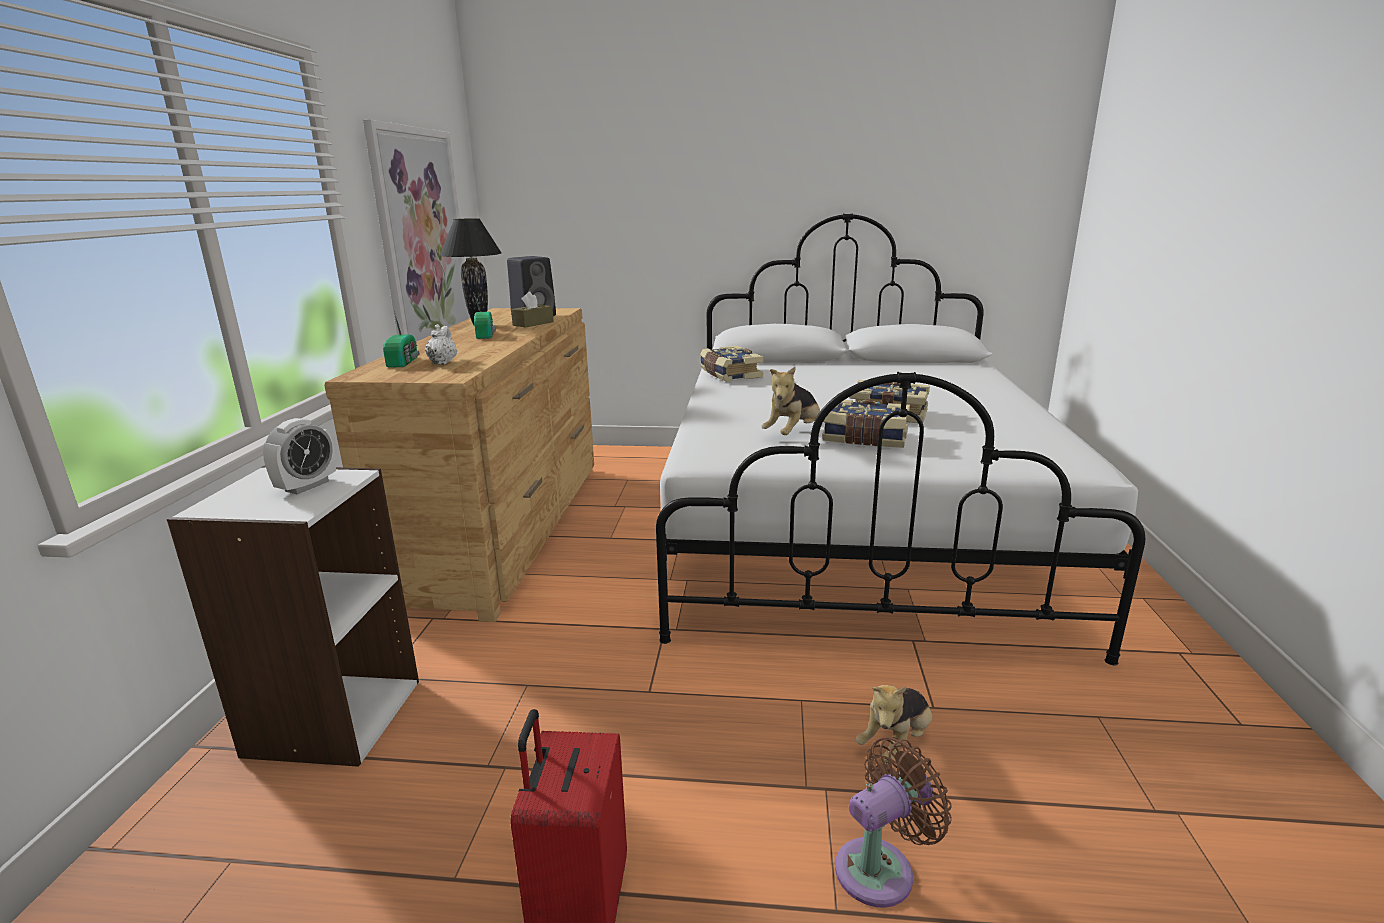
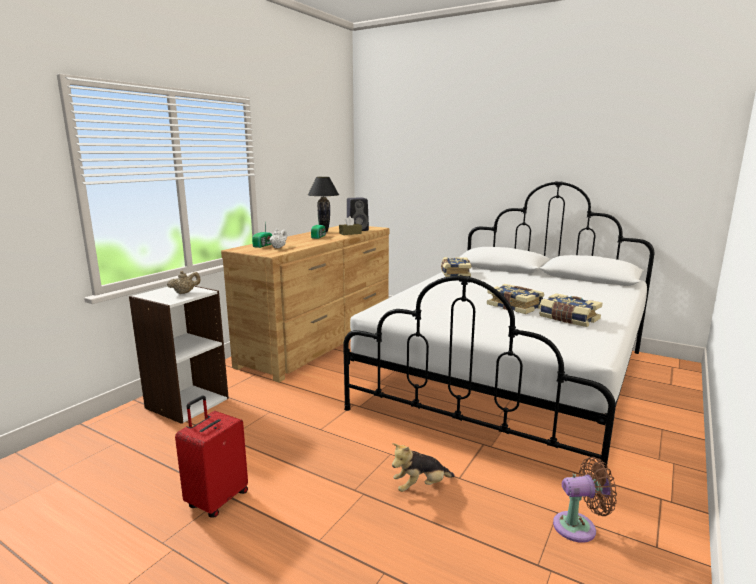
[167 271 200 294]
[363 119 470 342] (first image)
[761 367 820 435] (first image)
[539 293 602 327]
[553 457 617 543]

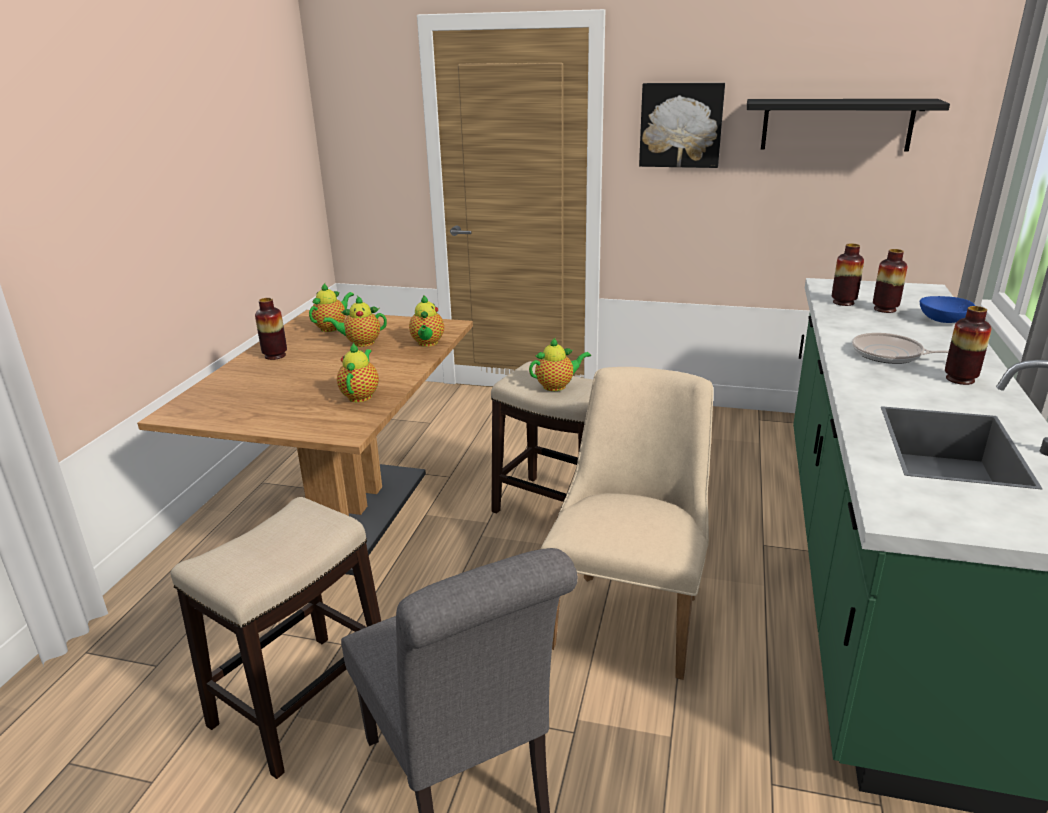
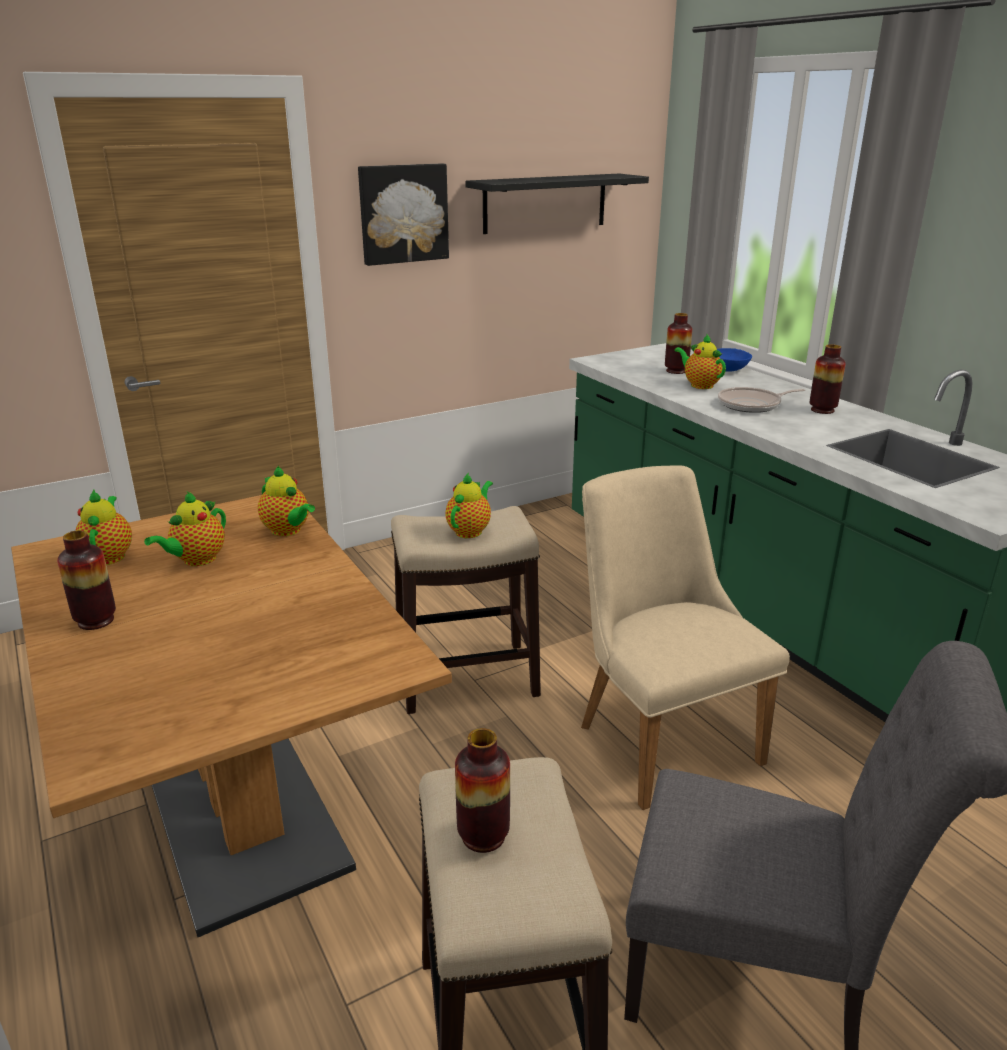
[674 334 726 389]
[455 728 510 853]

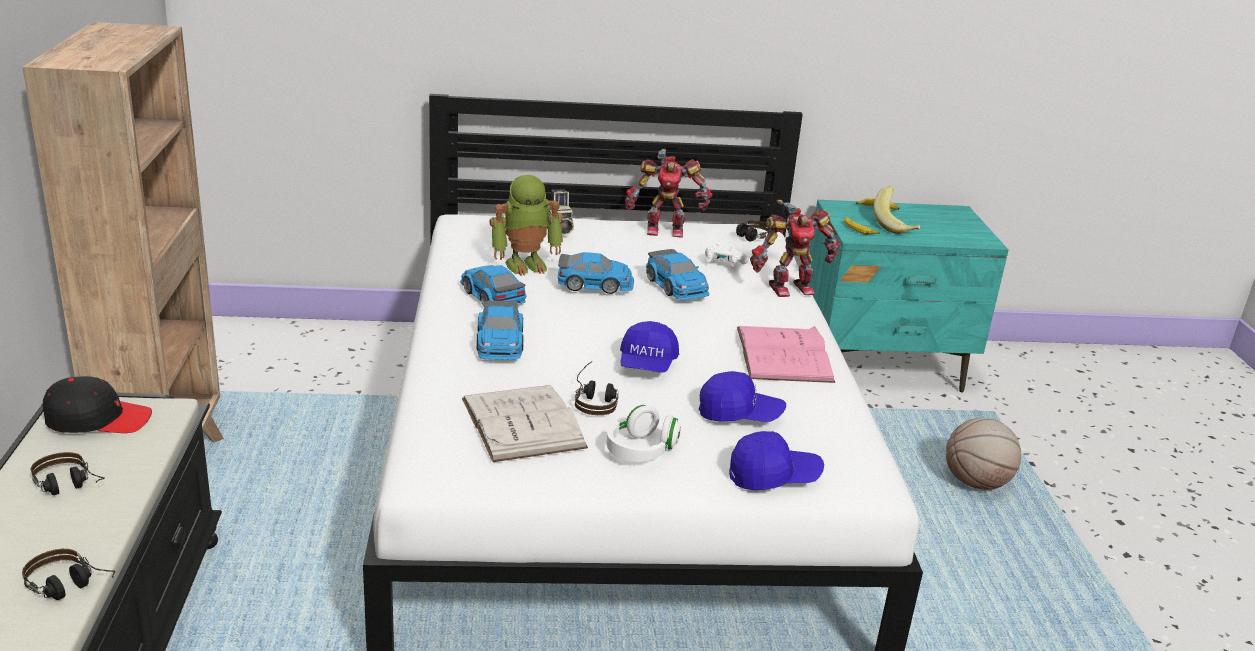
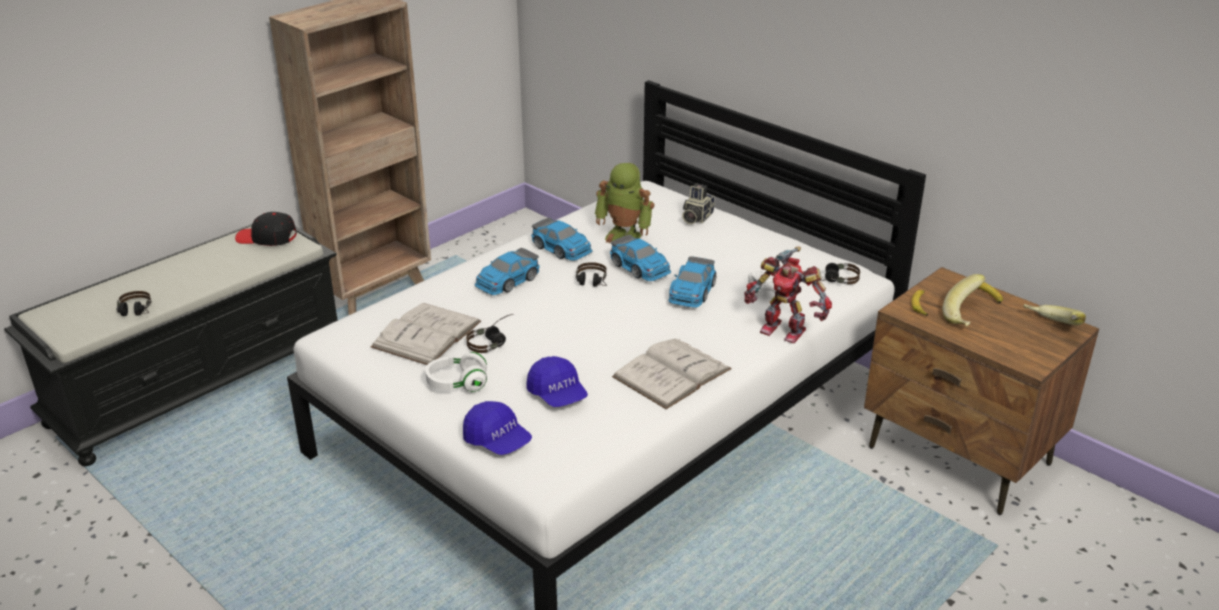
[576 262 607 287]
[235 212 297 246]
[531 218 593 261]
[620 321 679 372] (first image)
[625 149 713 238] (first image)
[612 338 732 409]
[864 267 1099 515]
[946 417 1021 490] (first image)
[1023 304 1086 325]

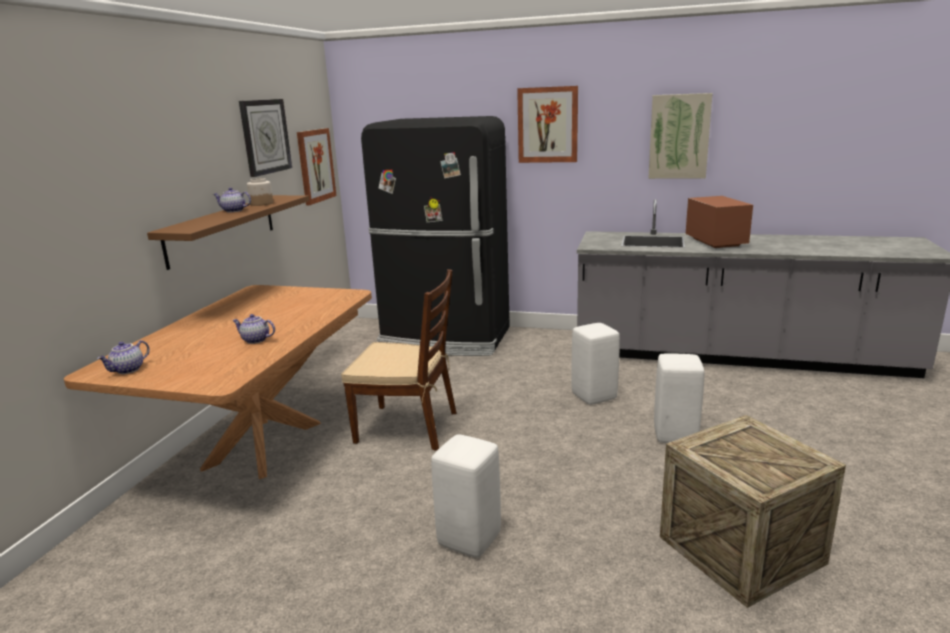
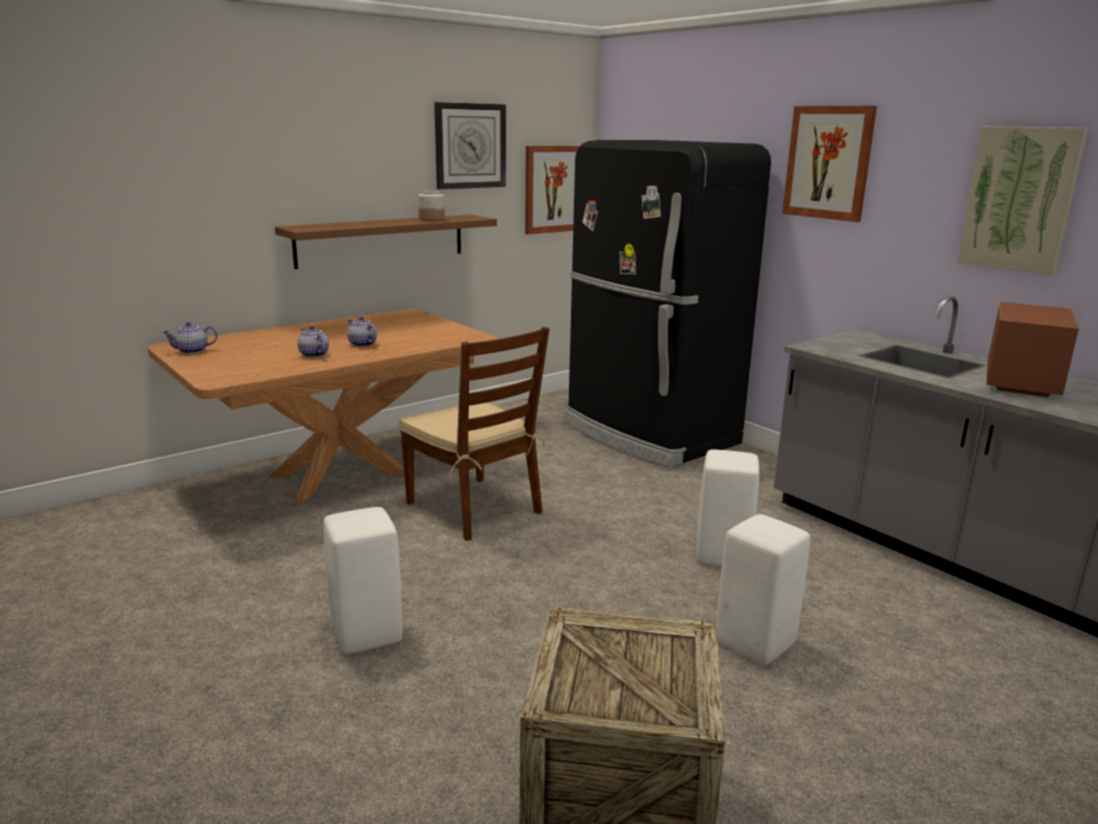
[347 317 377 347]

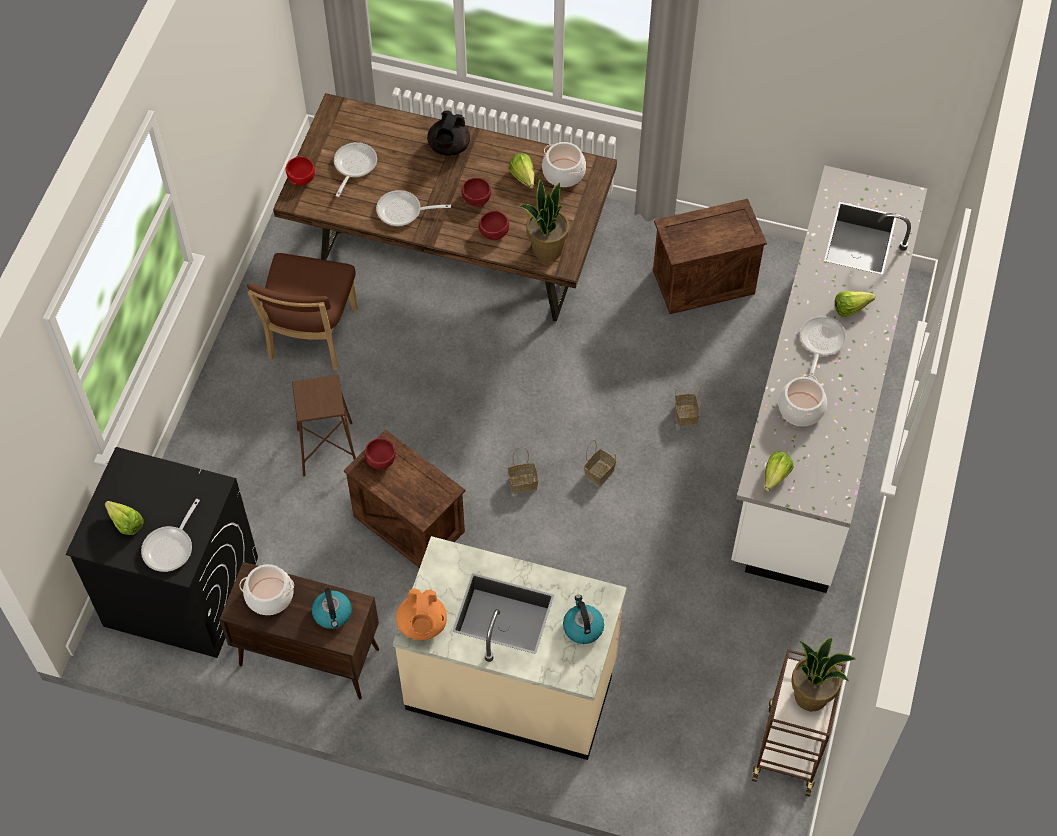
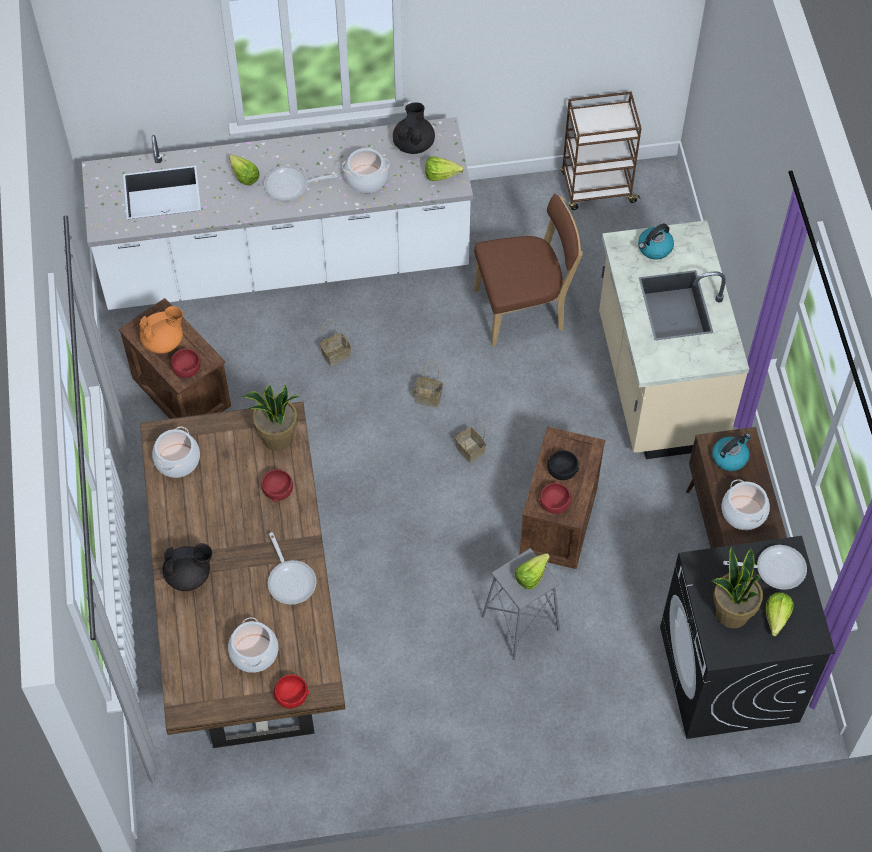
[474 194 583 346]
[482 548 560 660]
[228 617 278 673]
[139 306 183 354]
[171 349 201 378]
[515 553 550 589]
[711 547 763 628]
[393 102 435 154]
[547 450 579 480]

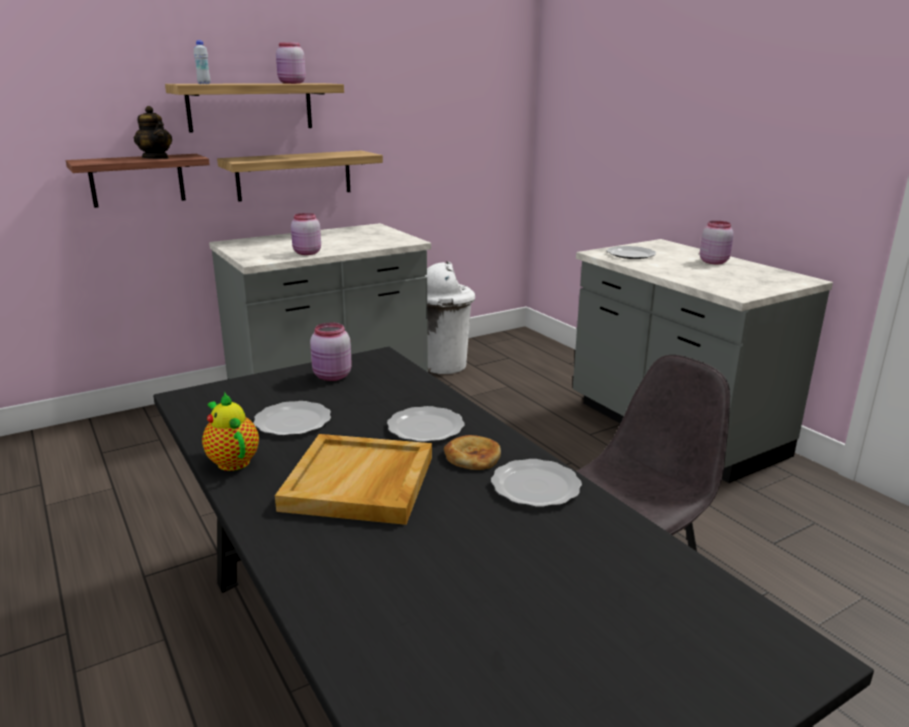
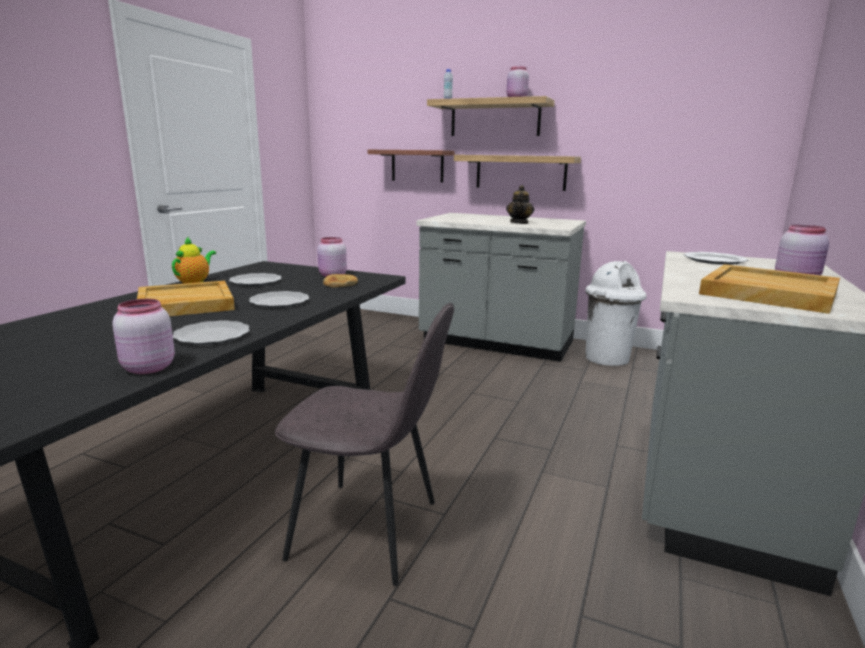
[506 185 534 224]
[113 299 175 374]
[323 274 358 288]
[699 264 840 314]

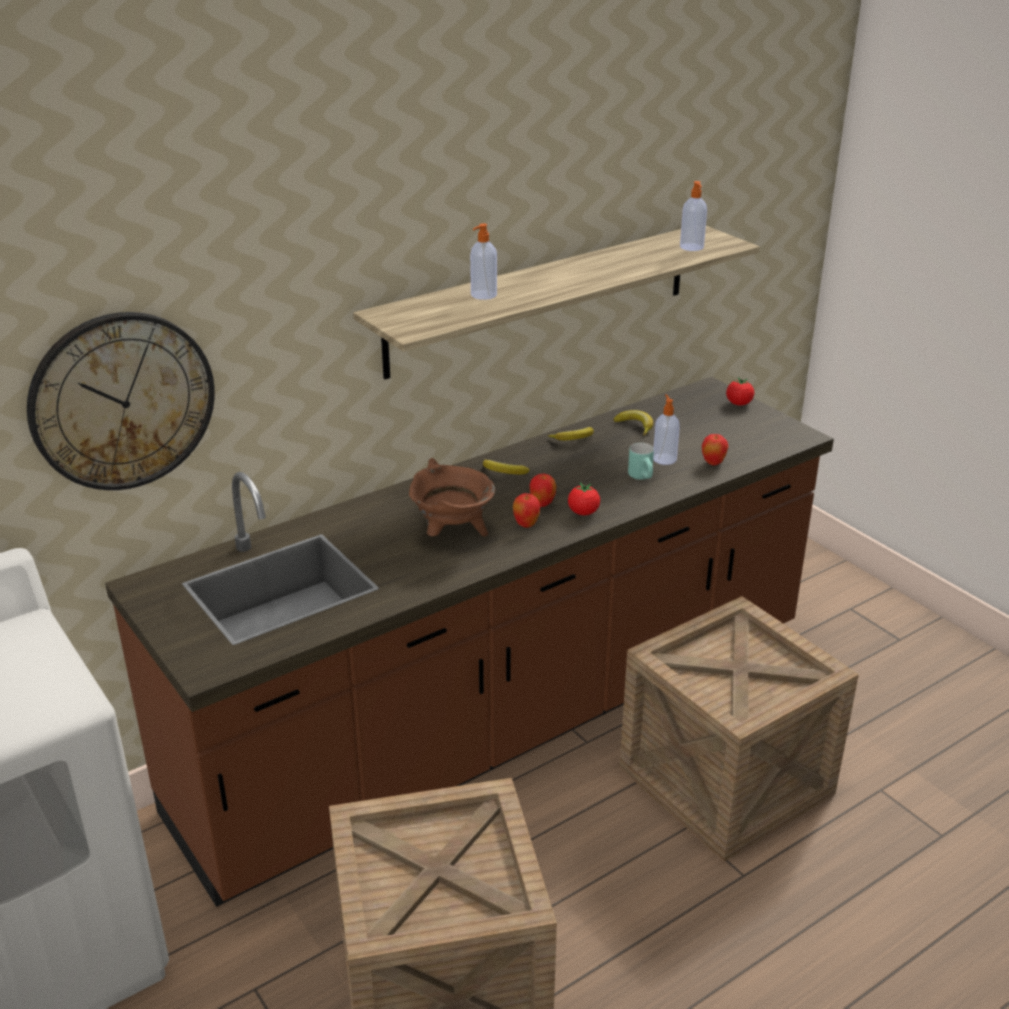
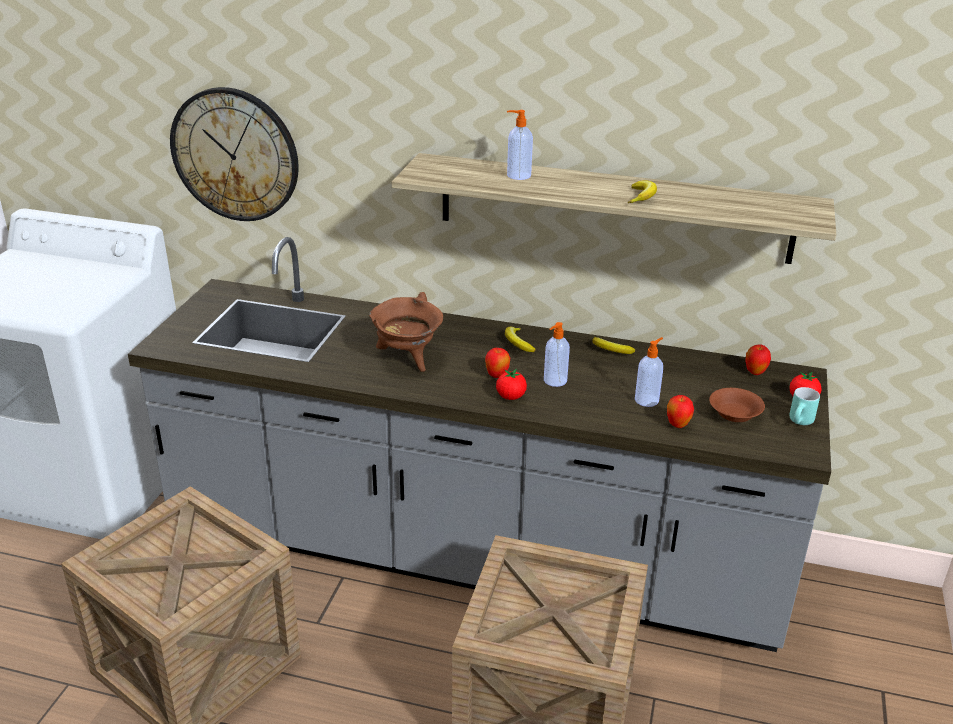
[128 237 831 652]
[746 345 771 375]
[628 180 657 203]
[789 387 820 425]
[544 322 570 387]
[709 388 765 422]

